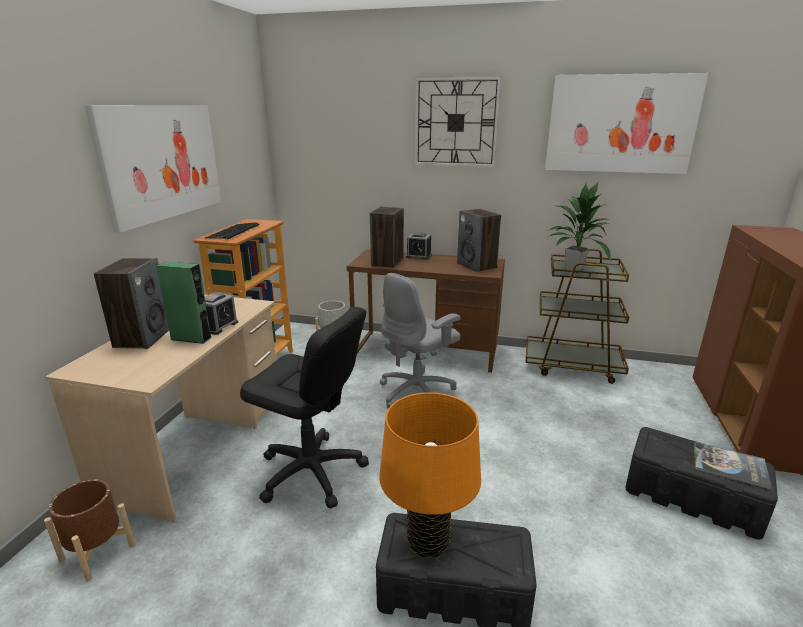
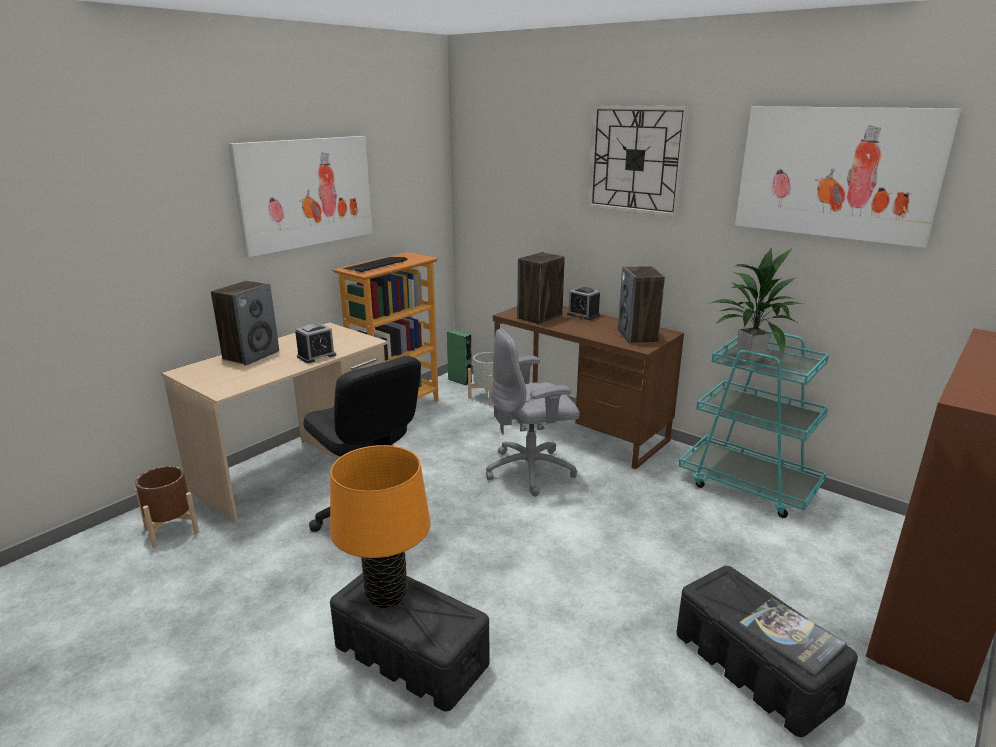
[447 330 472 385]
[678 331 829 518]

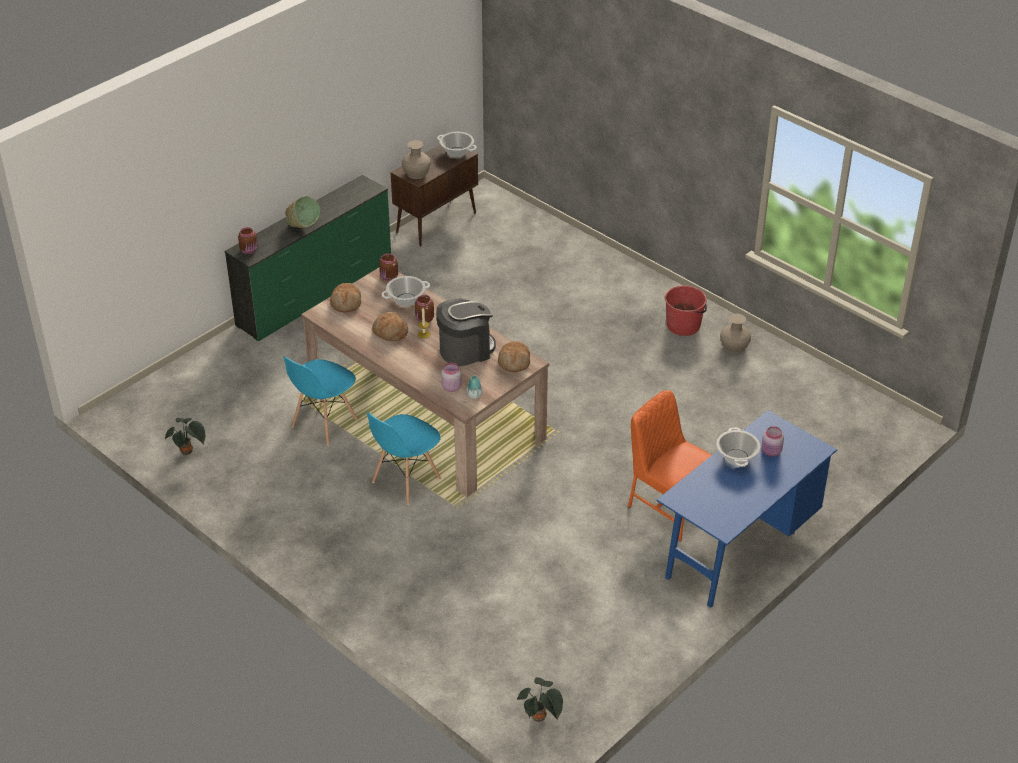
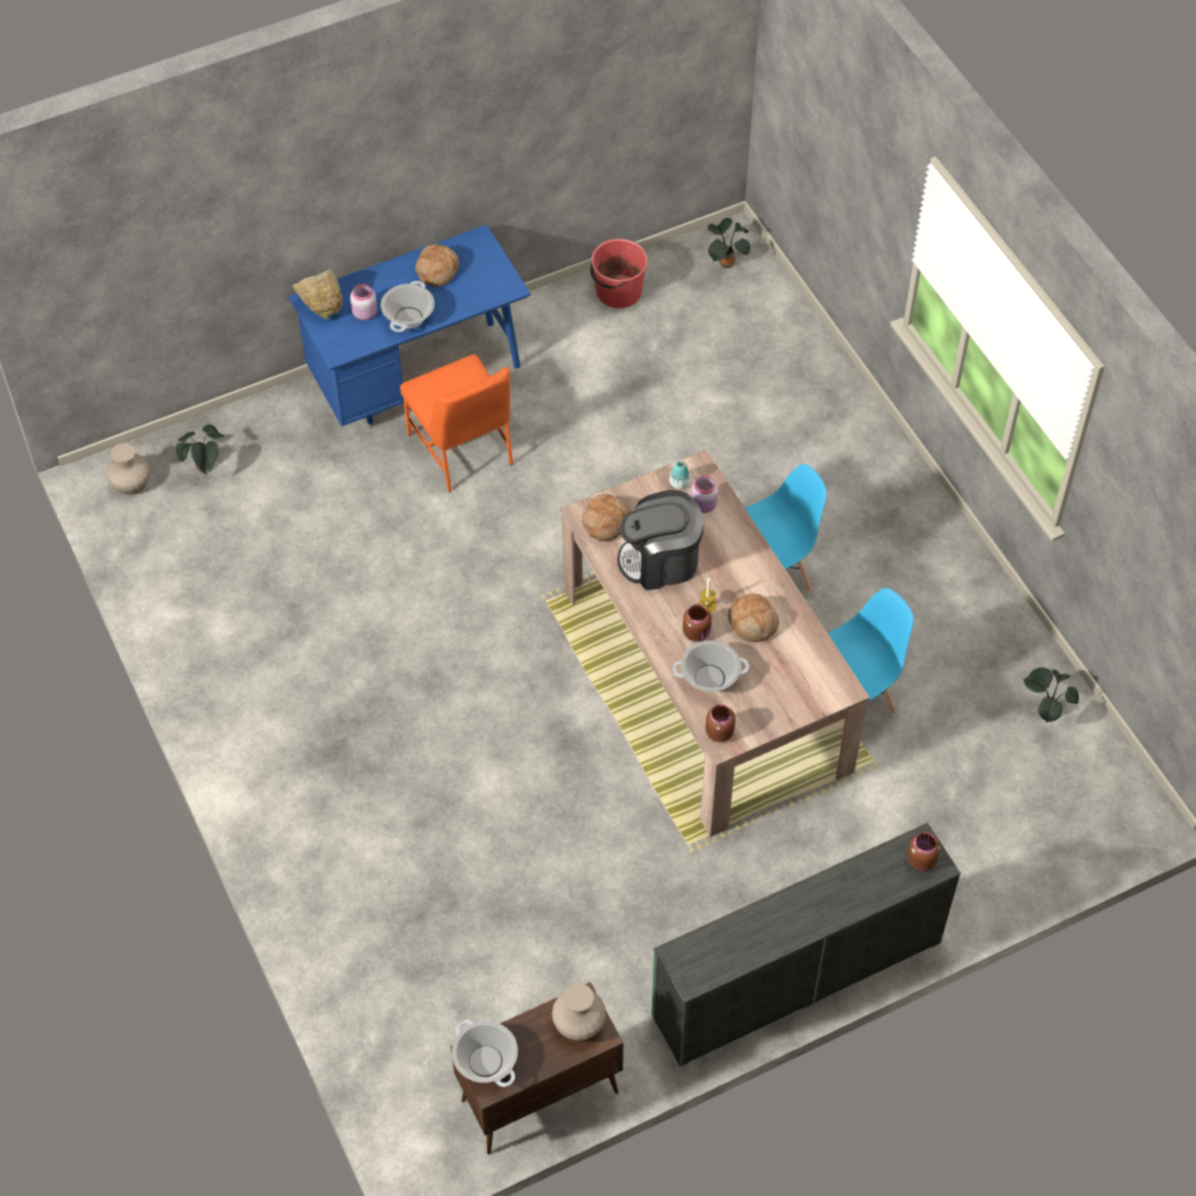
[292 269 343 319]
[415 244 459 287]
[590 239 648 308]
[106 443 150 496]
[176 425 224 476]

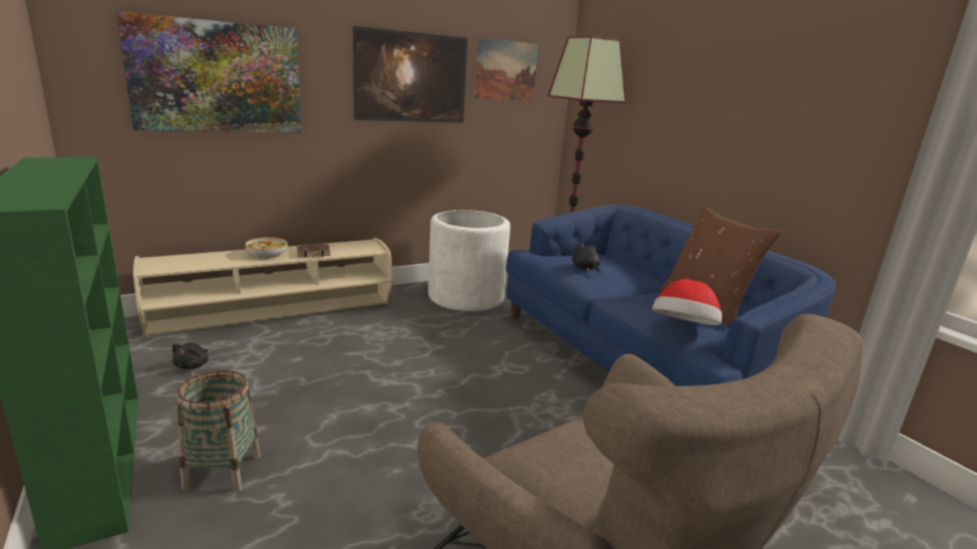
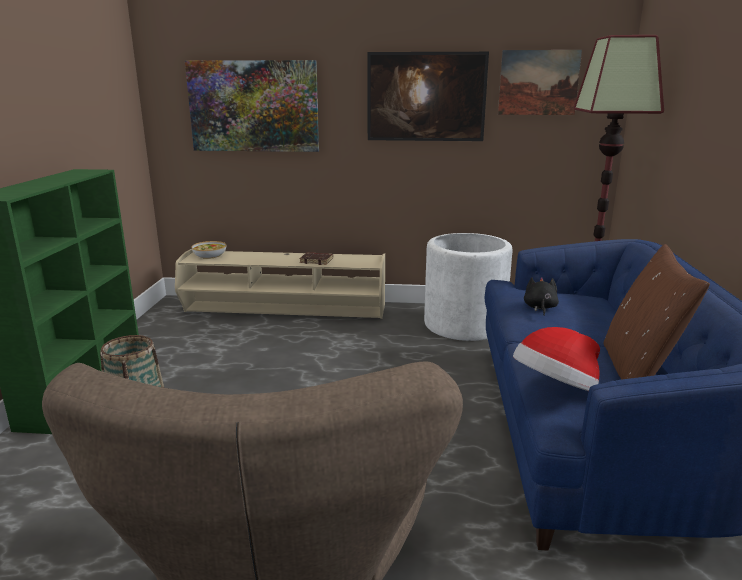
[172 343 209 369] (first image)
[192 241 226 259]

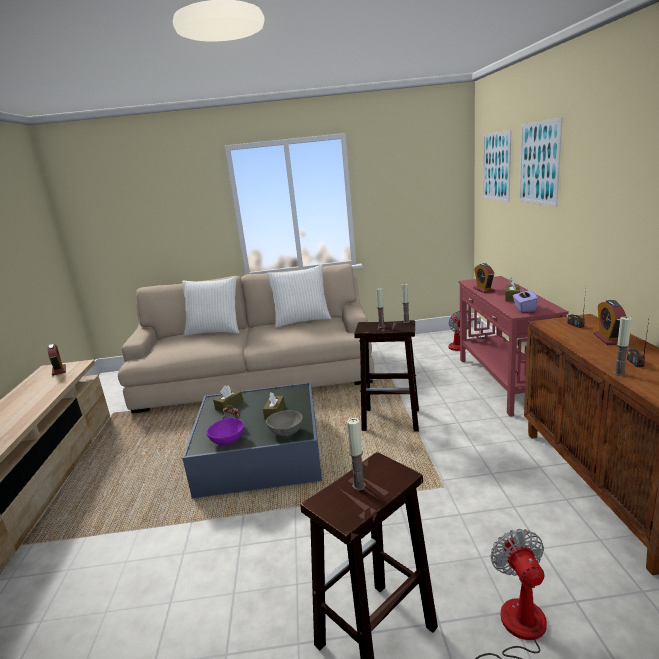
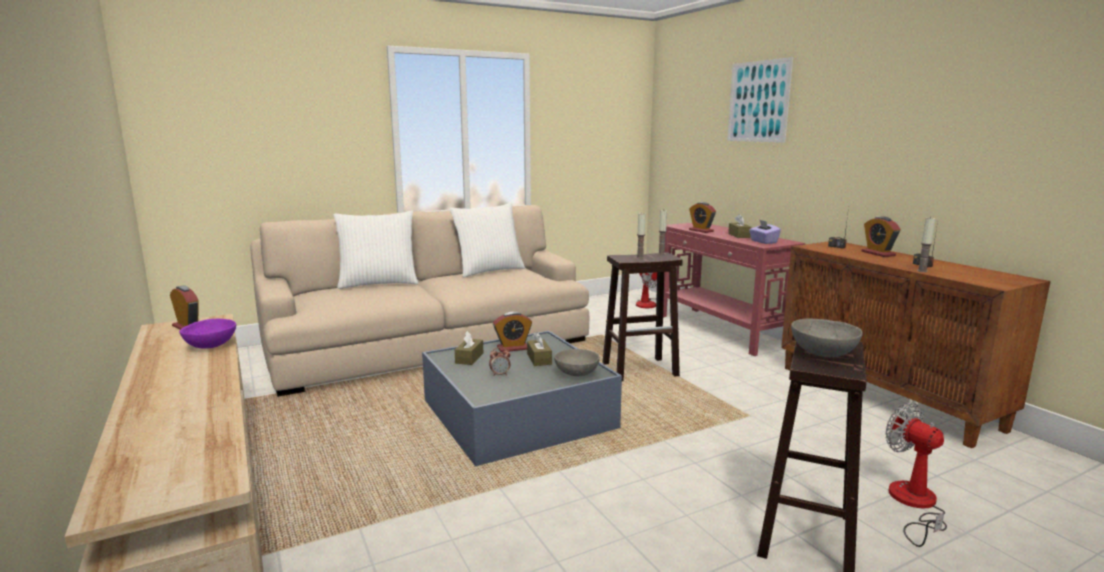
[179 319 236 349]
[791 318 863 357]
[483 130 512 203] (first image)
[493 312 532 352]

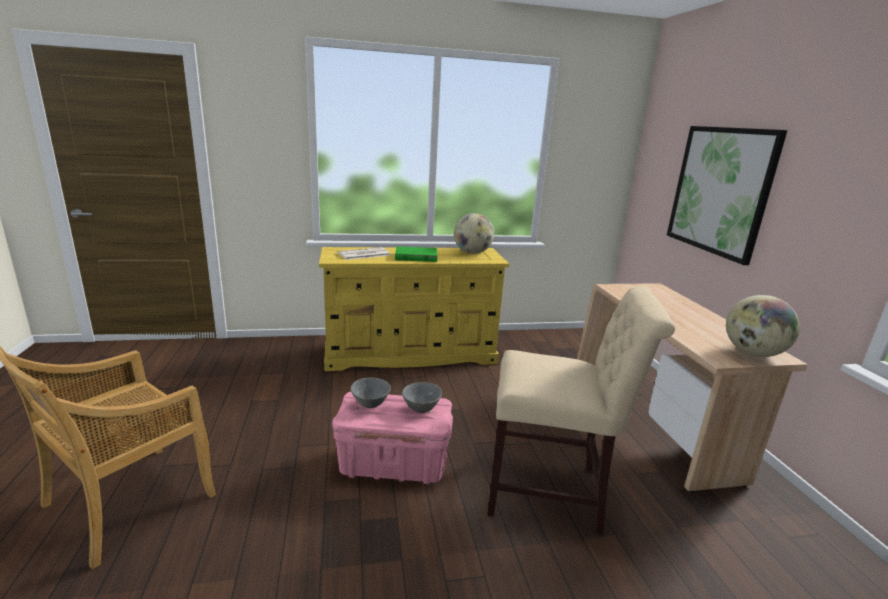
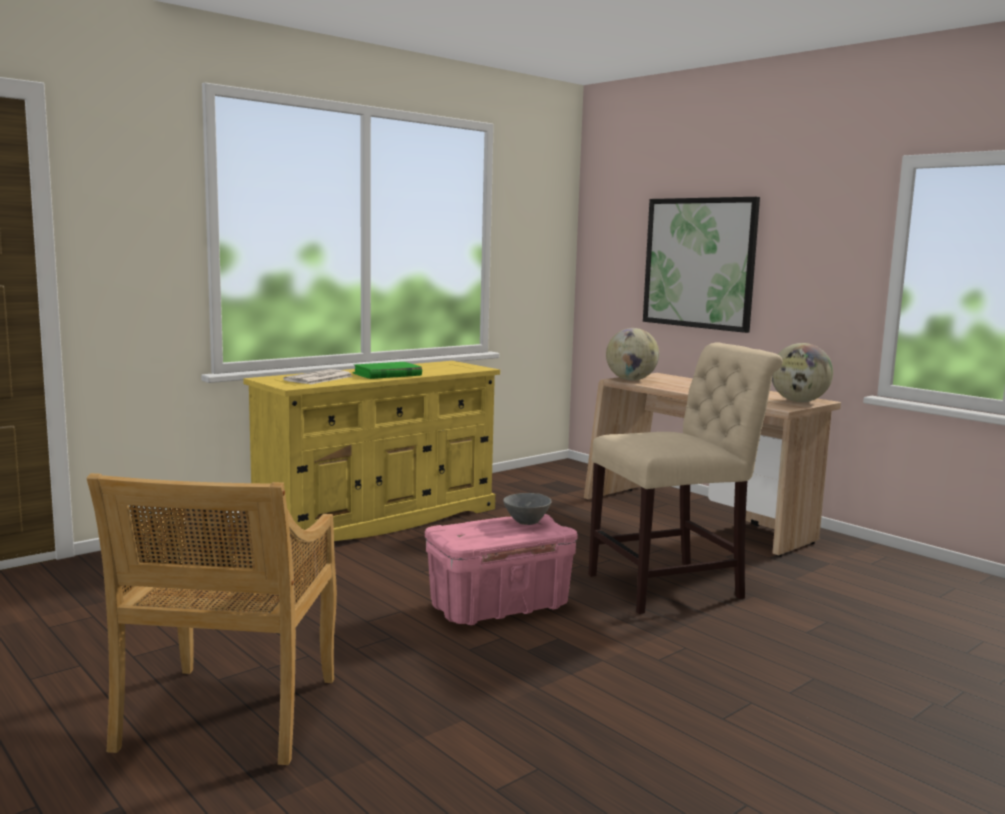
[351 378 391 408] (first image)
[606 328 659 381]

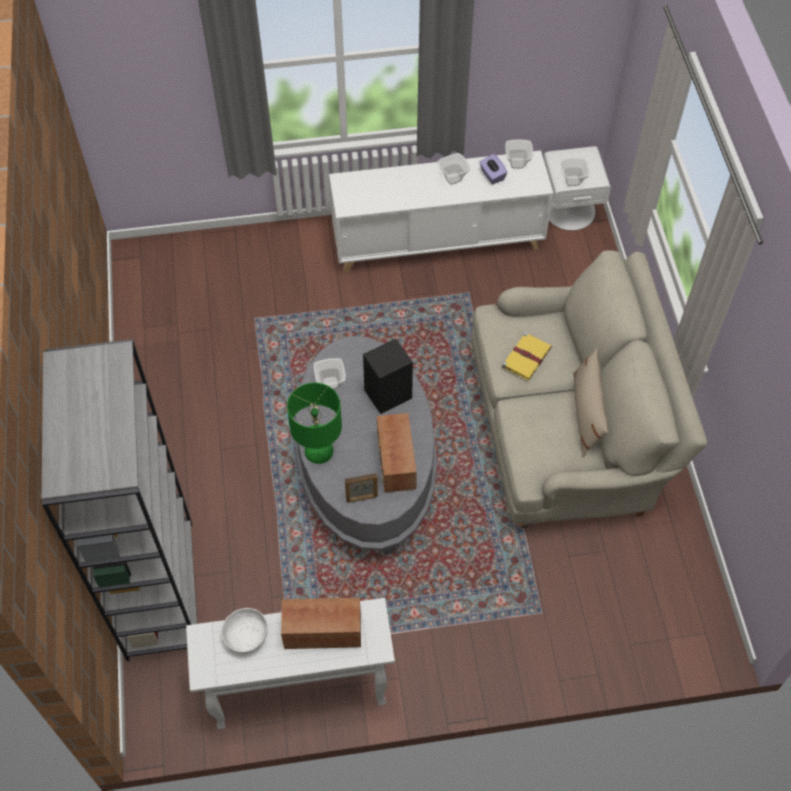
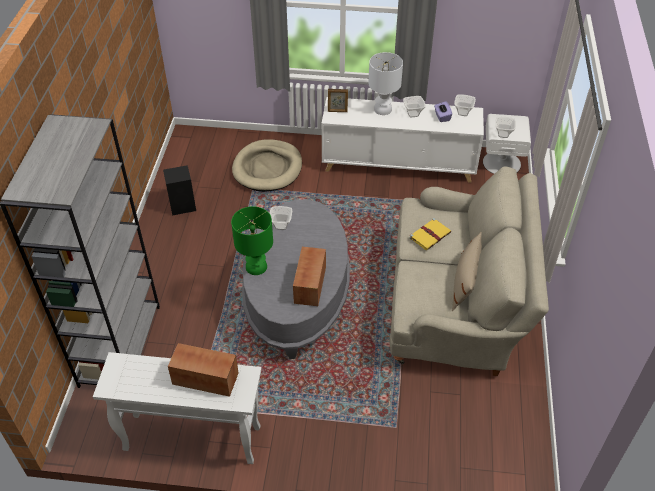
[221 608 268 654] (first image)
[328 89 348 112]
[163 165 196 216]
[232 140 302 192]
[368 52 403 115]

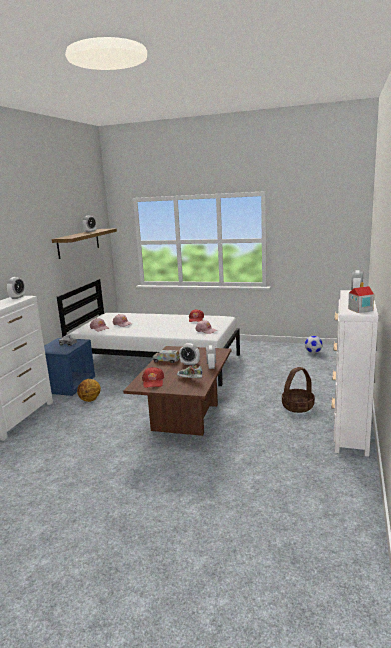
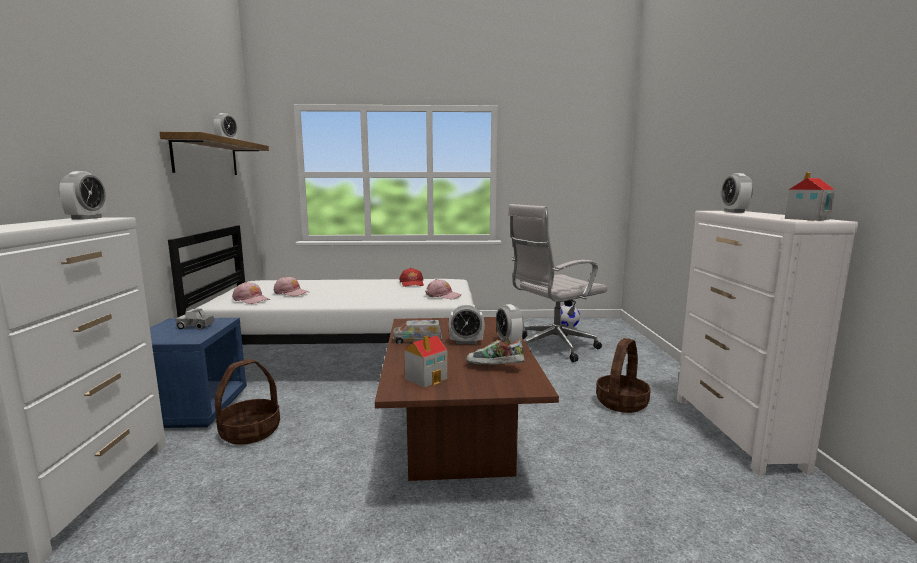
[215 359 280 445]
[404 335 448 388]
[508 204 608 362]

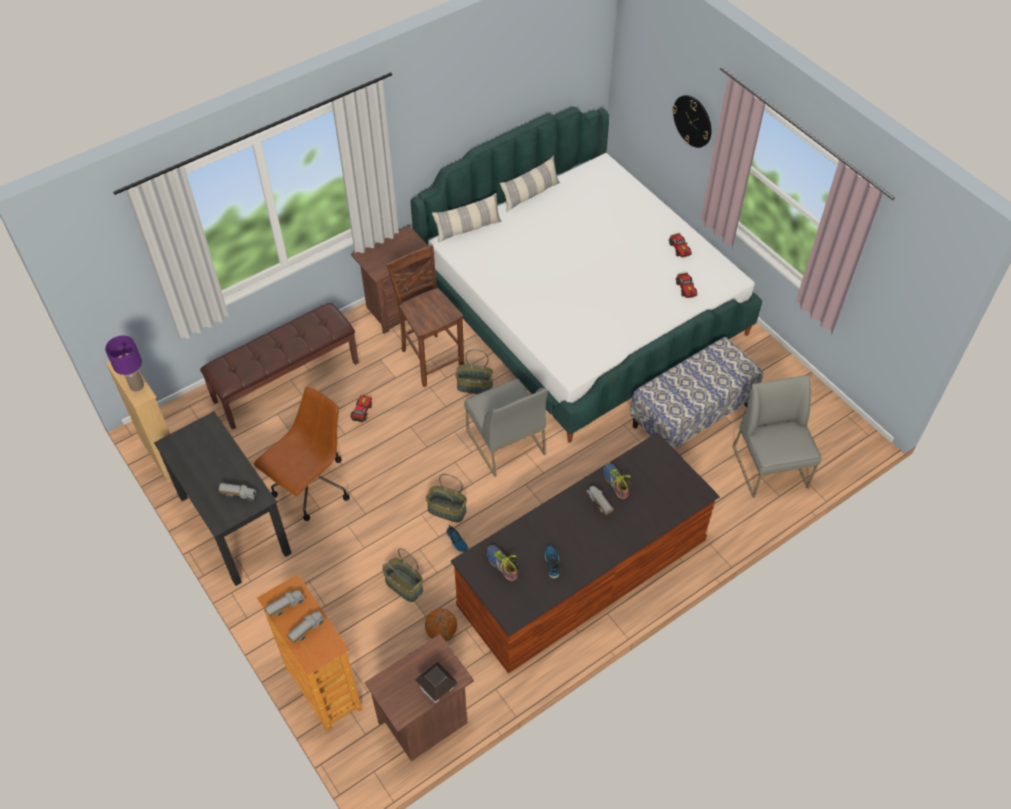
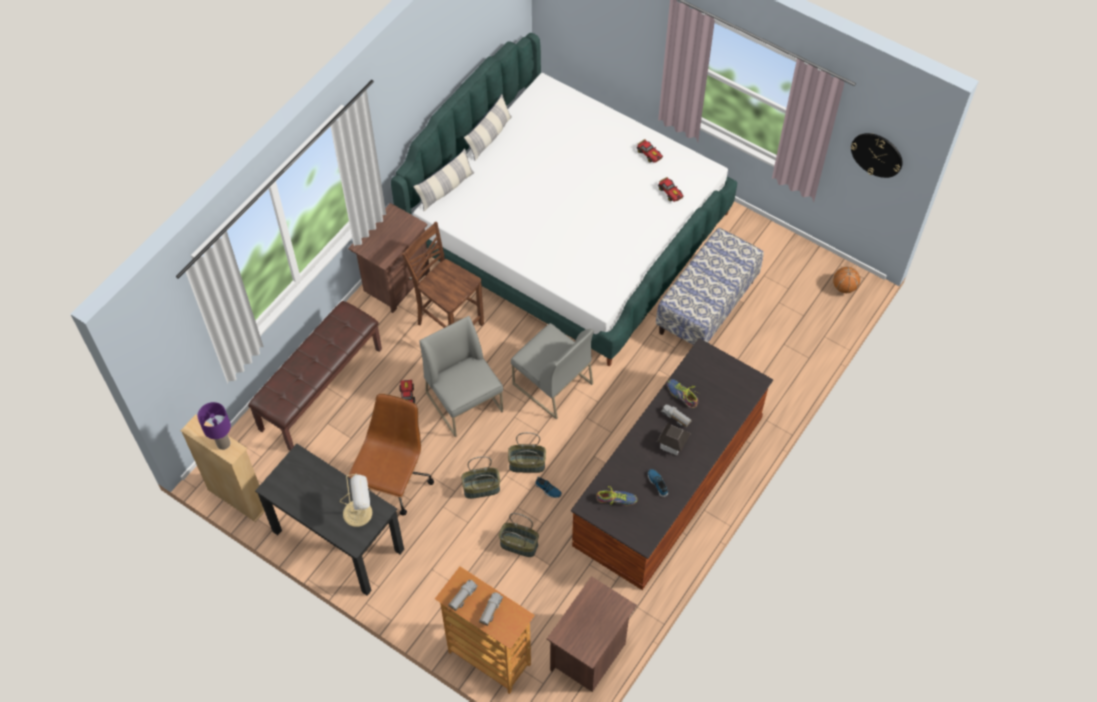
[340 473 372 527]
[657 423 691 455]
[833 267 860 293]
[461 456 500 499]
[596 486 637 506]
[851 133 902 178]
[419 316 503 437]

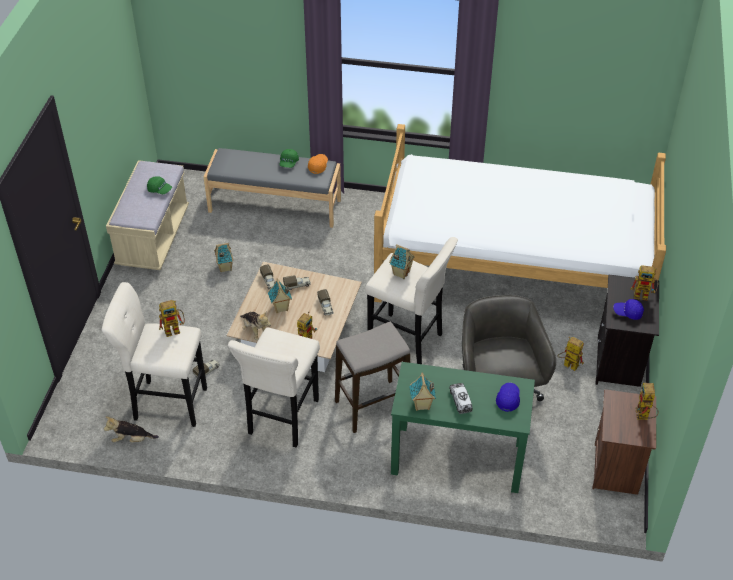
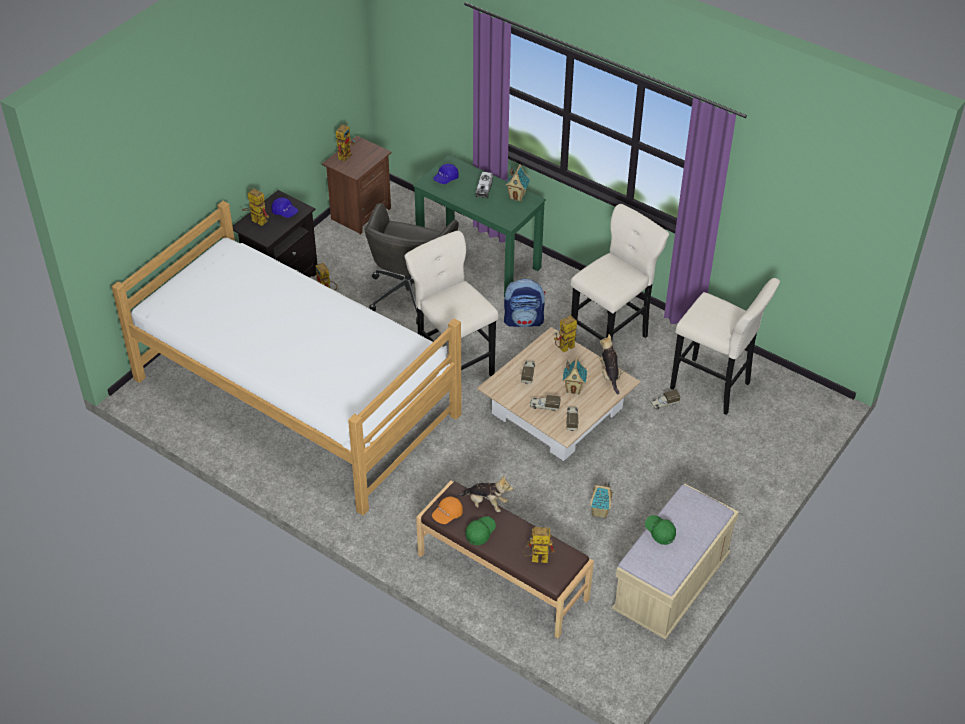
[458 476 513 512]
[523 527 555 563]
[416 481 594 638]
[504 279 546 327]
[389 244 415 279] (first image)

